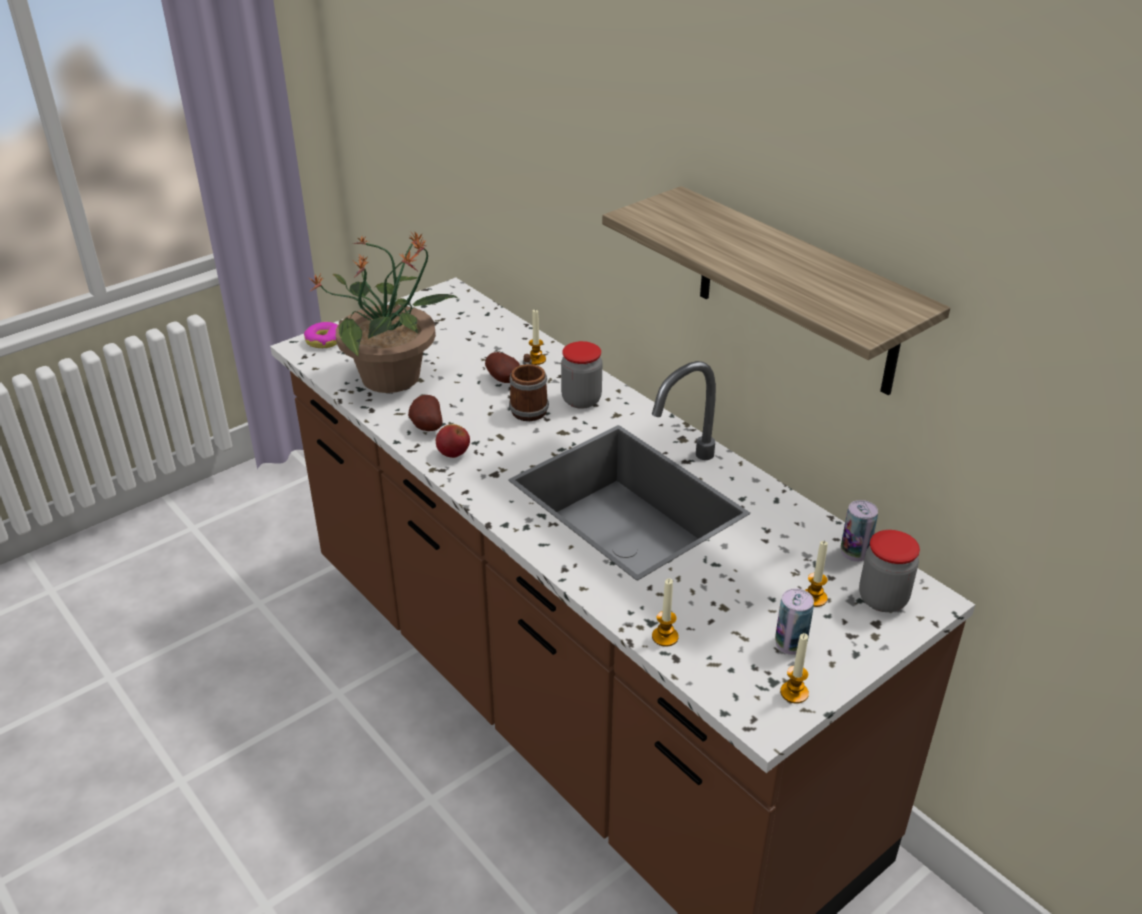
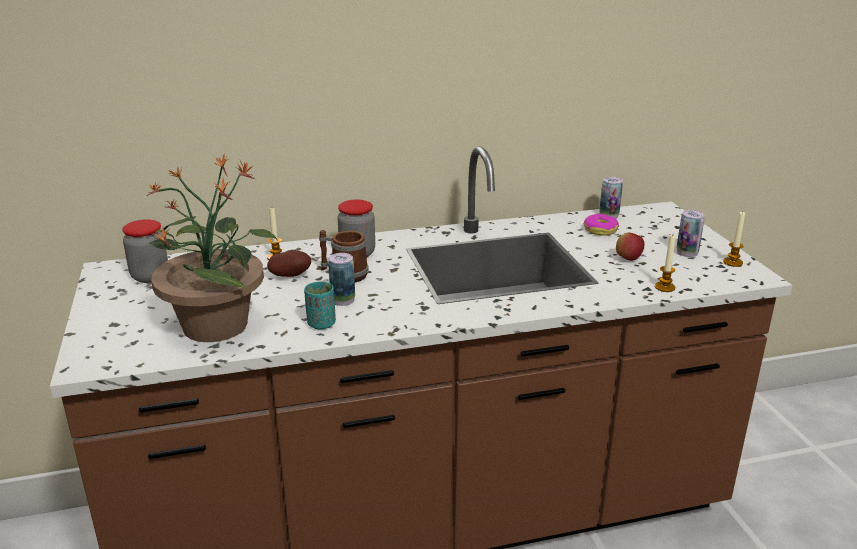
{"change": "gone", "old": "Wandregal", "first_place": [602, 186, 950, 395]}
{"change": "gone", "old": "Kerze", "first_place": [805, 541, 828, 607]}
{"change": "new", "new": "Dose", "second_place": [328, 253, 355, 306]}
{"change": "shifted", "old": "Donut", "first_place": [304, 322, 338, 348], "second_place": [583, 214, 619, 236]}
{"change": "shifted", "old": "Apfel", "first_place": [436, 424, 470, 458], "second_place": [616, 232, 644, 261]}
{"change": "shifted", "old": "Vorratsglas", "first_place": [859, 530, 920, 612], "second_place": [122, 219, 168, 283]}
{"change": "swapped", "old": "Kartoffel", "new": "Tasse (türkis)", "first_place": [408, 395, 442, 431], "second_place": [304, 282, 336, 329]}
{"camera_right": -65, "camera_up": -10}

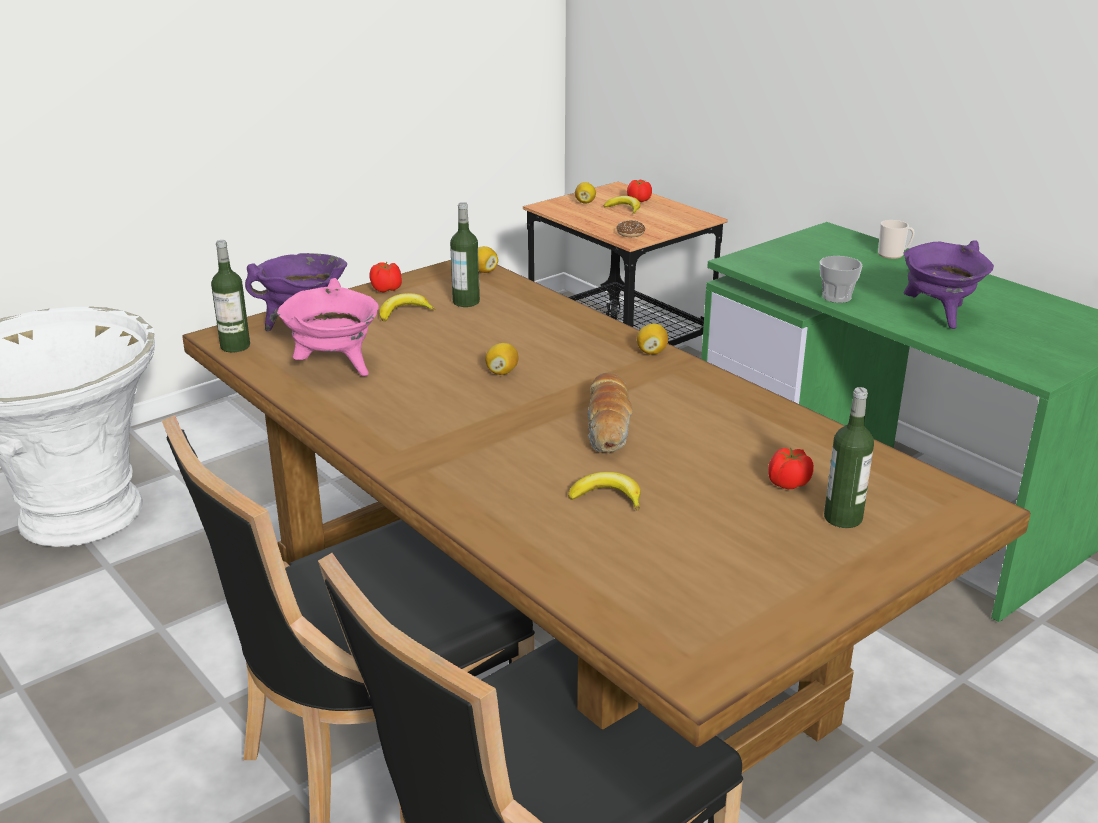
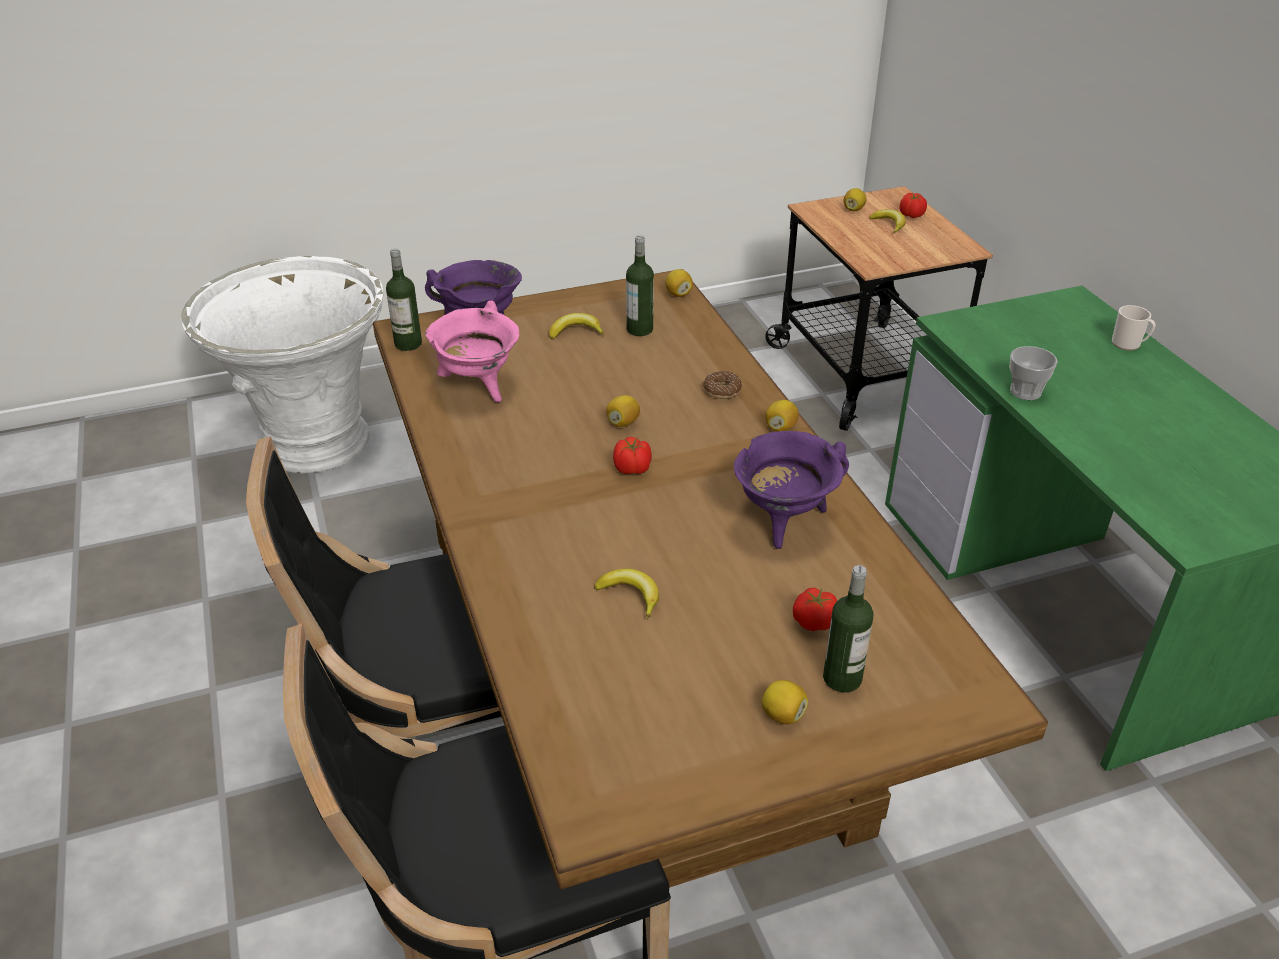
{"change": "gone", "old": "Brot", "first_place": [588, 373, 633, 453]}
{"change": "new", "new": "Zitrone", "second_place": [761, 680, 808, 724]}
{"change": "shifted", "old": "Tomate", "first_place": [369, 262, 402, 293], "second_place": [613, 437, 652, 474]}
{"change": "shifted", "old": "Donut", "first_place": [616, 220, 645, 237], "second_place": [703, 371, 742, 399]}
{"change": "shifted", "old": "Kochtopf (lila)", "first_place": [904, 240, 994, 329], "second_place": [734, 431, 849, 549]}
{"camera_right": 20, "camera_up": 10}

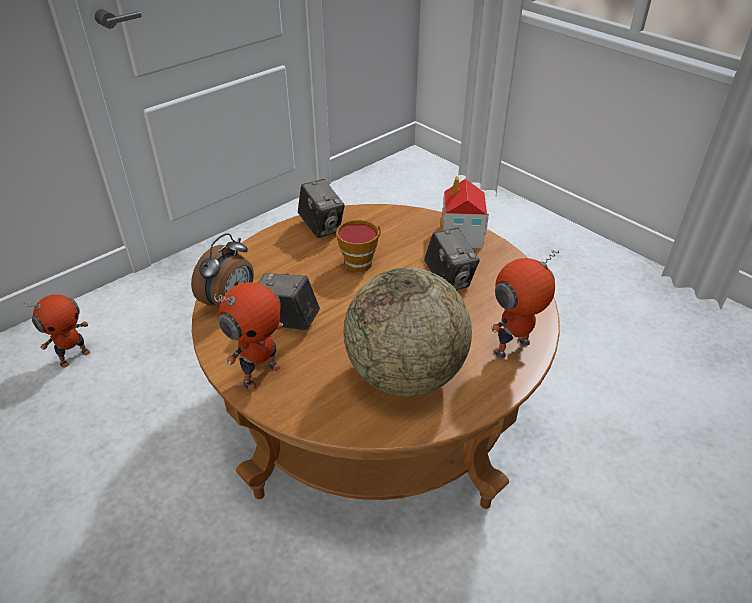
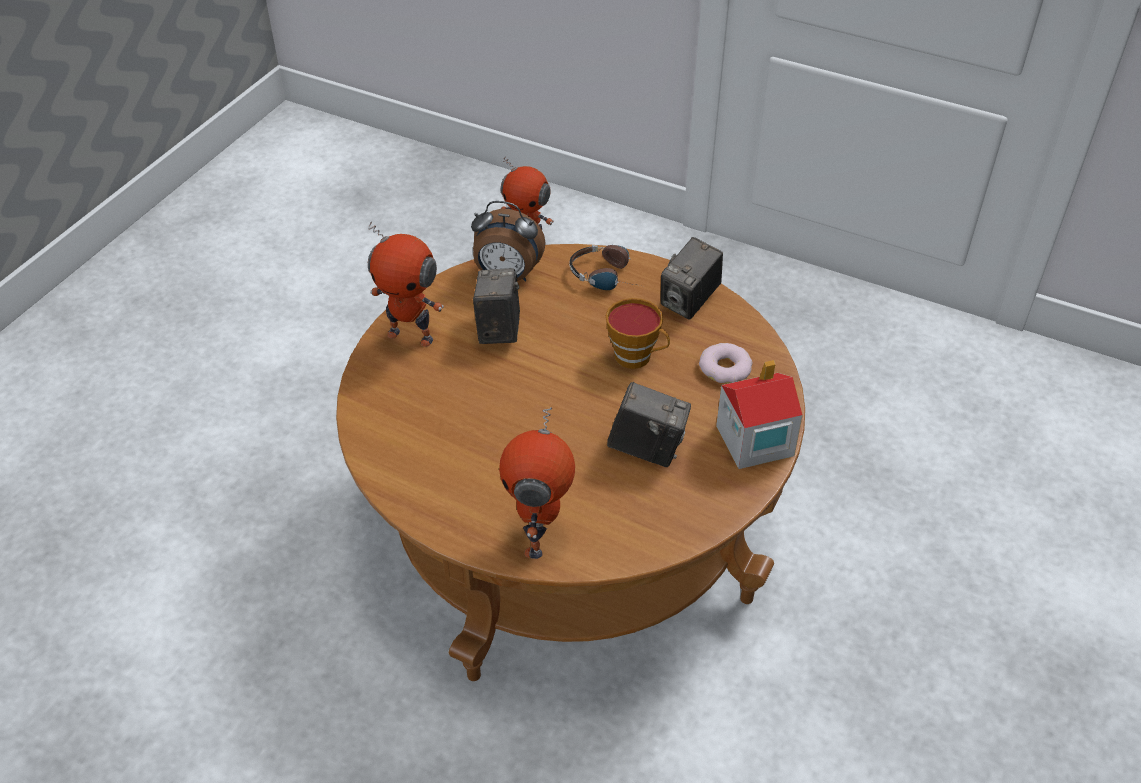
{"change": "gone", "old": "Globus", "first_place": [344, 267, 472, 396]}
{"change": "new", "new": "Kopfhörer", "second_place": [569, 245, 636, 290]}
{"change": "new", "new": "Donut", "second_place": [699, 343, 752, 383]}
{"change": "rotated", "old": "Kamera", "first_place": [424, 227, 480, 290], "second_place": [607, 382, 691, 467], "degrees": -120}
{"change": "rotated", "old": "Spielzeugroboter", "first_place": [491, 250, 559, 358], "second_place": [499, 407, 575, 559], "degrees": -120}
{"camera_right": 70, "camera_up": 5}

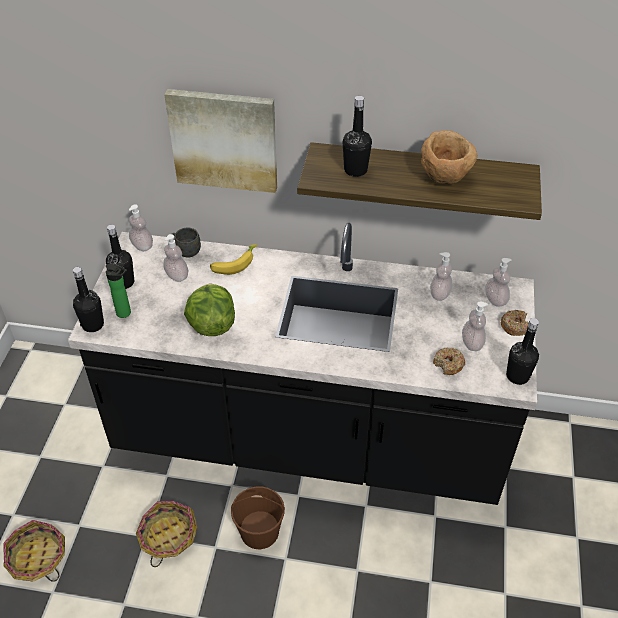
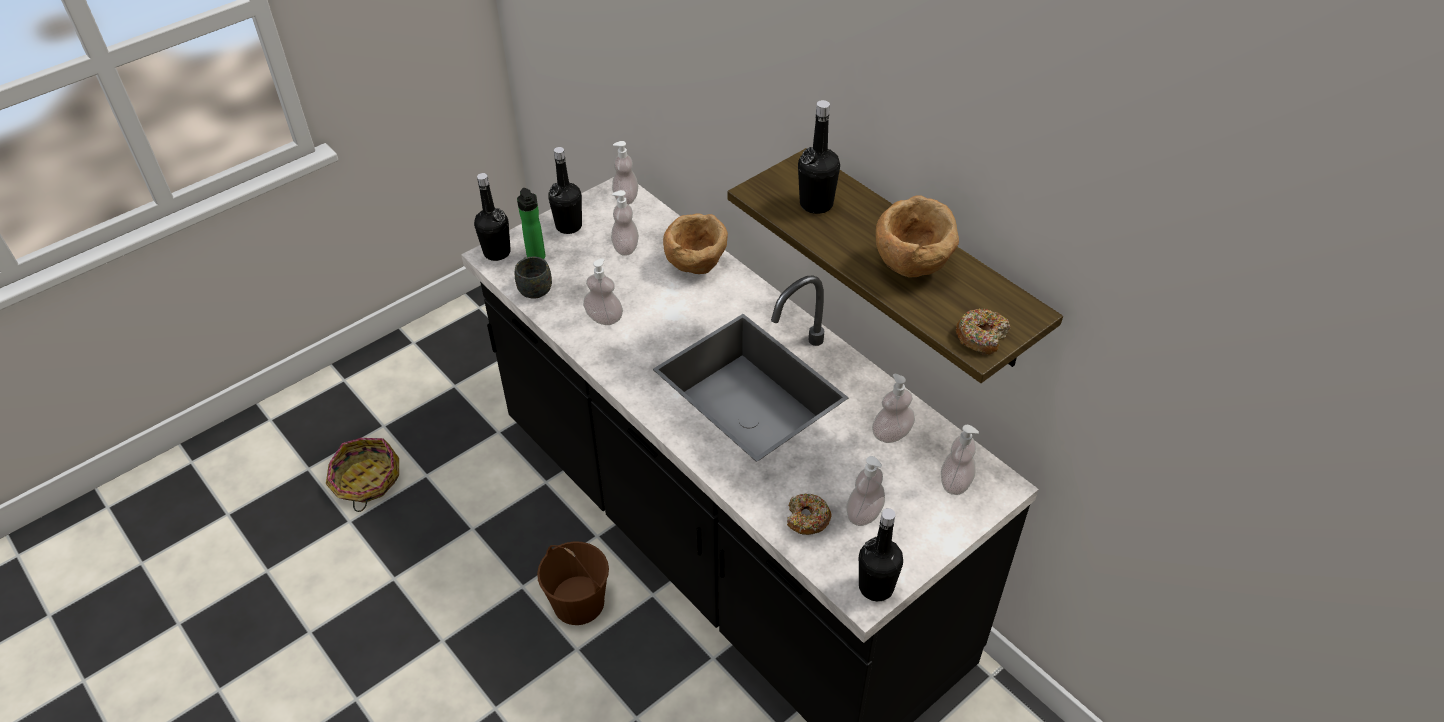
{"change": "gone", "old": "Korb", "first_place": [136, 501, 197, 567]}
{"change": "gone", "old": "Bild", "first_place": [164, 89, 277, 193]}
{"change": "shifted", "old": "Henkelbecher (grau)", "first_place": [172, 228, 201, 258], "second_place": [515, 257, 552, 299]}
{"change": "shifted", "old": "Donut", "first_place": [501, 310, 529, 336], "second_place": [956, 308, 1010, 355]}
{"change": "swapped", "old": "Salatkopf", "new": "Seifenspender", "first_place": [184, 284, 235, 336], "second_place": [583, 258, 623, 325]}
{"change": "swapped", "old": "Banane", "new": "Schüssel (braun)", "first_place": [210, 244, 257, 275], "second_place": [663, 213, 728, 274]}
{"camera_right": 40, "camera_up": 0}

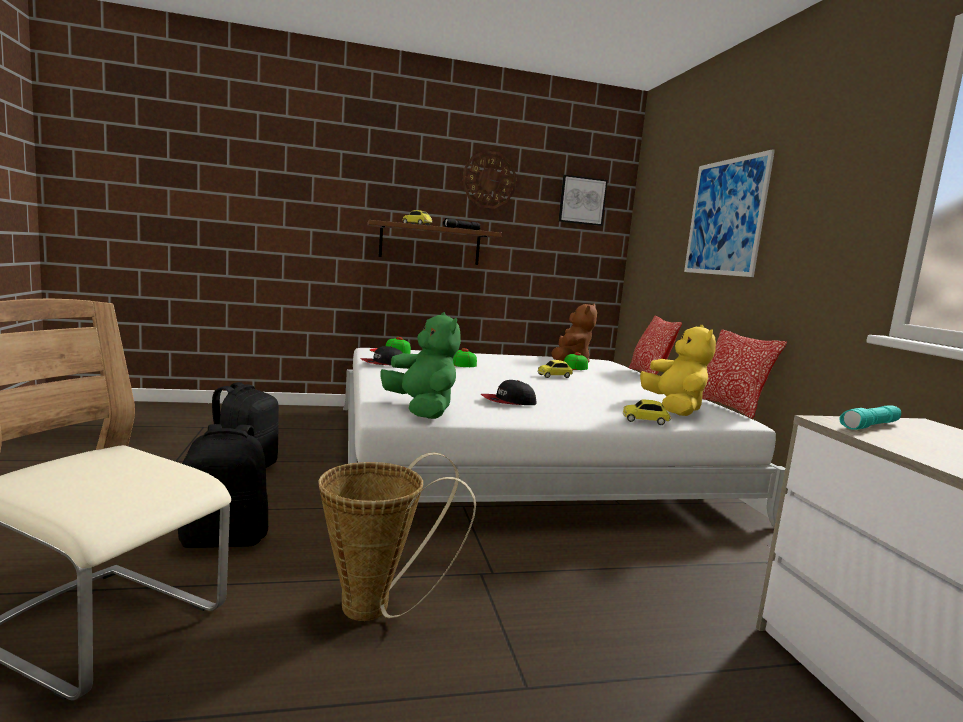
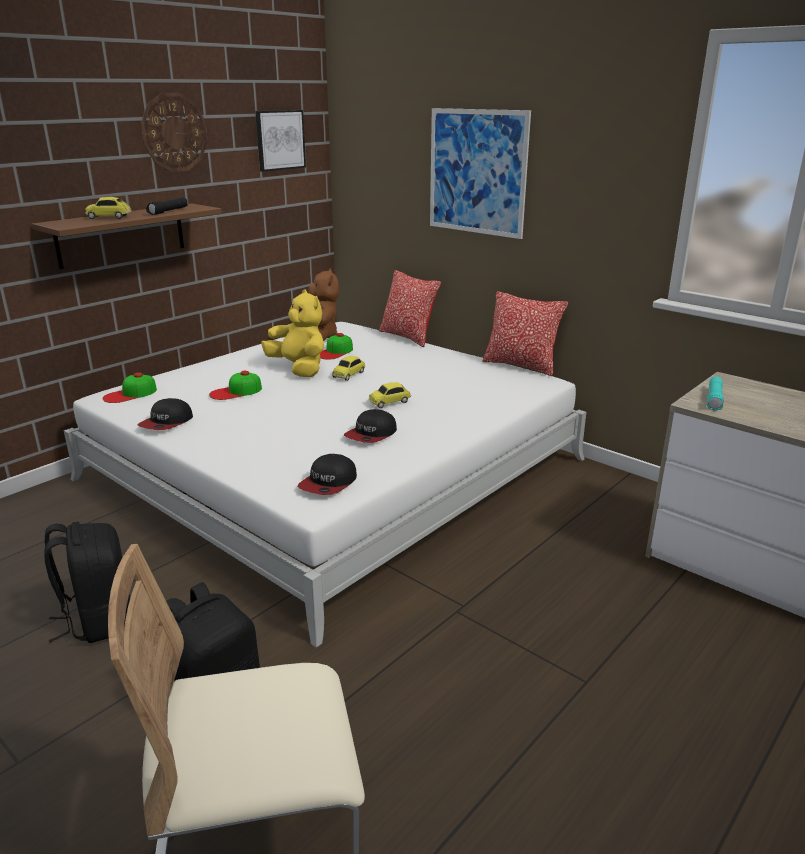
{"change": "gone", "old": "Korb", "first_place": [318, 452, 476, 621]}
{"change": "shifted", "old": "Spielzeugauto", "first_place": [623, 399, 671, 425], "second_place": [369, 382, 411, 408]}
{"change": "shifted", "old": "Plüschtier (gelb)", "first_place": [640, 325, 716, 416], "second_place": [261, 290, 324, 377]}
{"change": "swapped", "old": "Plüschtier (grün)", "new": "Kappe", "first_place": [380, 312, 461, 419], "second_place": [298, 454, 357, 495]}
{"camera_right": -35, "camera_up": 15}

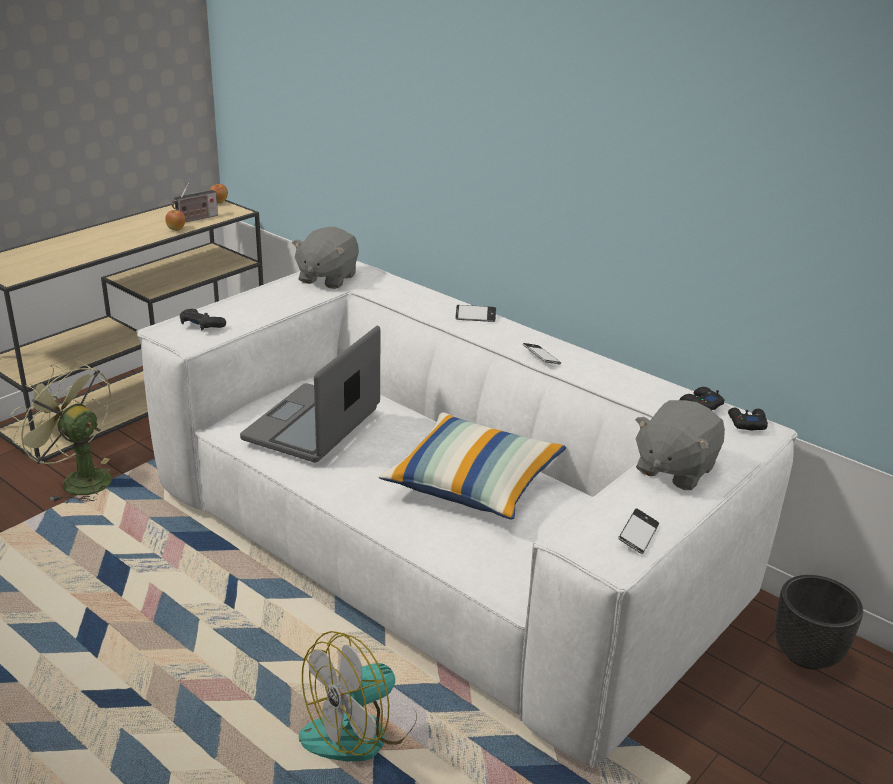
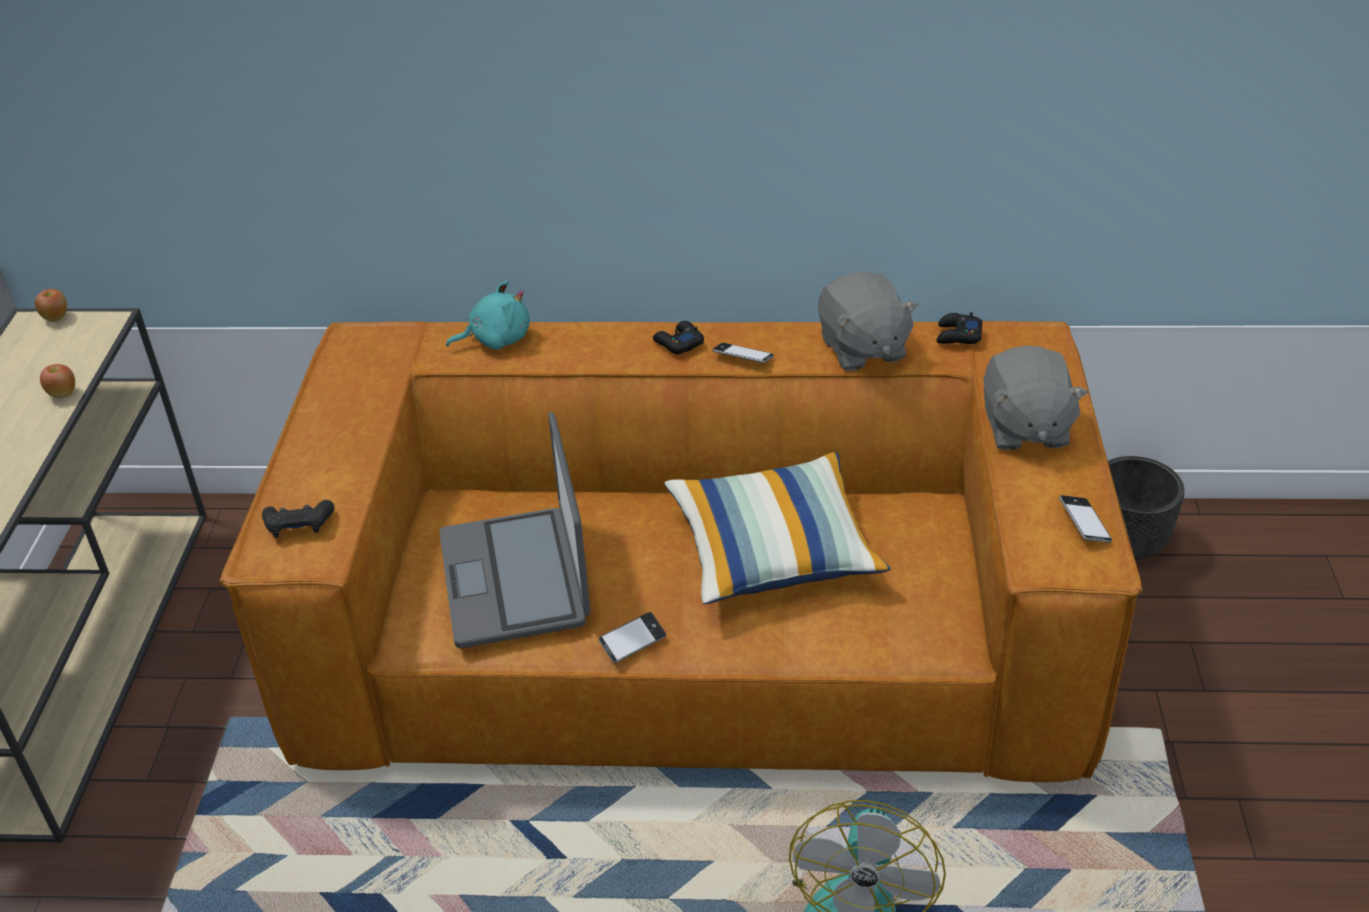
{"change": "gone", "old": "Ventilator (grün)", "first_place": [10, 361, 112, 503]}
{"change": "gone", "old": "Radio", "first_place": [172, 182, 218, 222]}
{"change": "new", "new": "Plüschtier (türkis)", "second_place": [446, 281, 530, 350]}
{"change": "shifted", "old": "Plüschtier (grau)", "first_place": [292, 227, 359, 289], "second_place": [818, 272, 918, 371]}
{"change": "shifted", "old": "Handy", "first_place": [455, 305, 496, 322], "second_place": [598, 612, 666, 663]}
{"change": "shifted", "old": "Gamepad (schwarz)", "first_place": [728, 408, 768, 431], "second_place": [653, 321, 704, 354]}
{"change": "repainted", "old": "Sofa (weiß)", "new": "Sofa (braun)", "first_place": [136, 261, 798, 768], "second_place": [220, 321, 1142, 782]}
{"camera_right": -35, "camera_up": 10}

